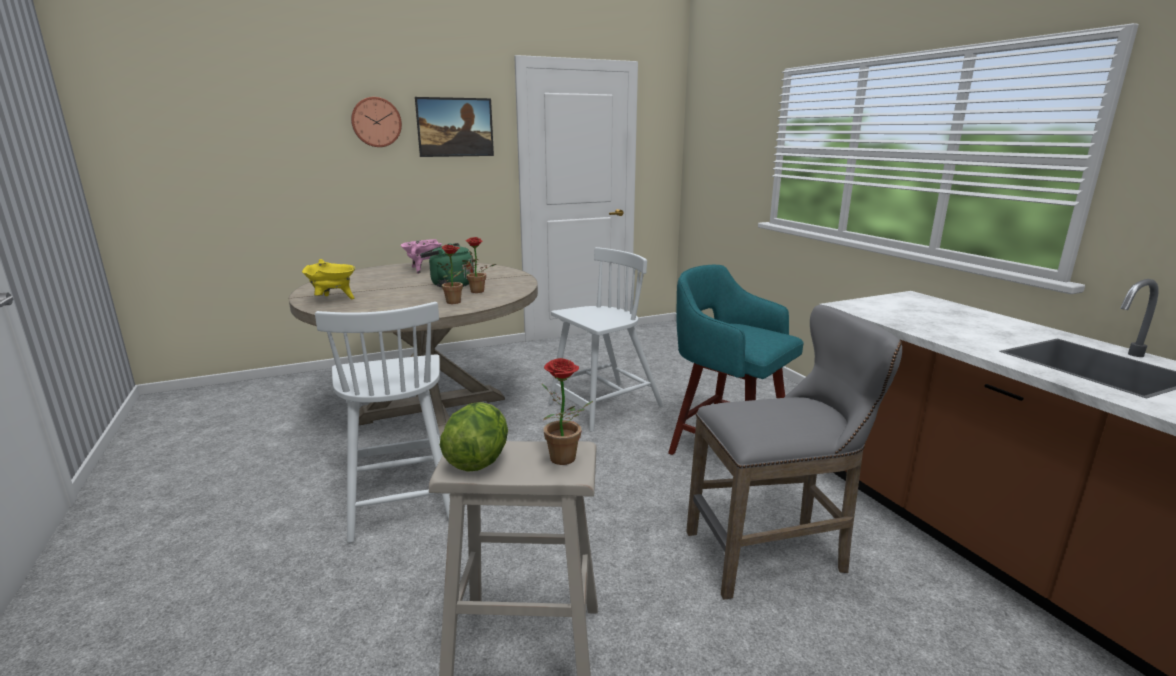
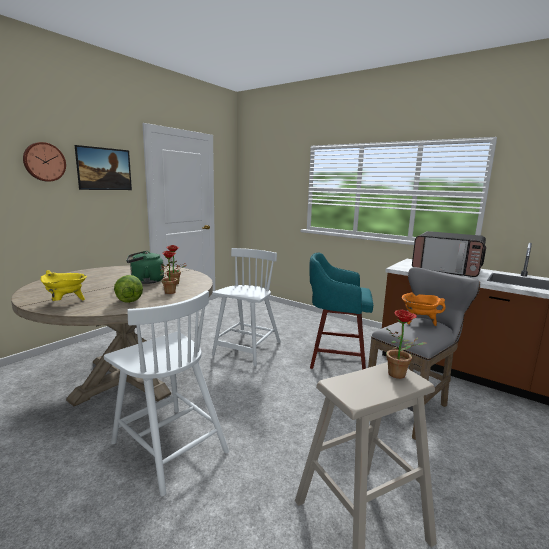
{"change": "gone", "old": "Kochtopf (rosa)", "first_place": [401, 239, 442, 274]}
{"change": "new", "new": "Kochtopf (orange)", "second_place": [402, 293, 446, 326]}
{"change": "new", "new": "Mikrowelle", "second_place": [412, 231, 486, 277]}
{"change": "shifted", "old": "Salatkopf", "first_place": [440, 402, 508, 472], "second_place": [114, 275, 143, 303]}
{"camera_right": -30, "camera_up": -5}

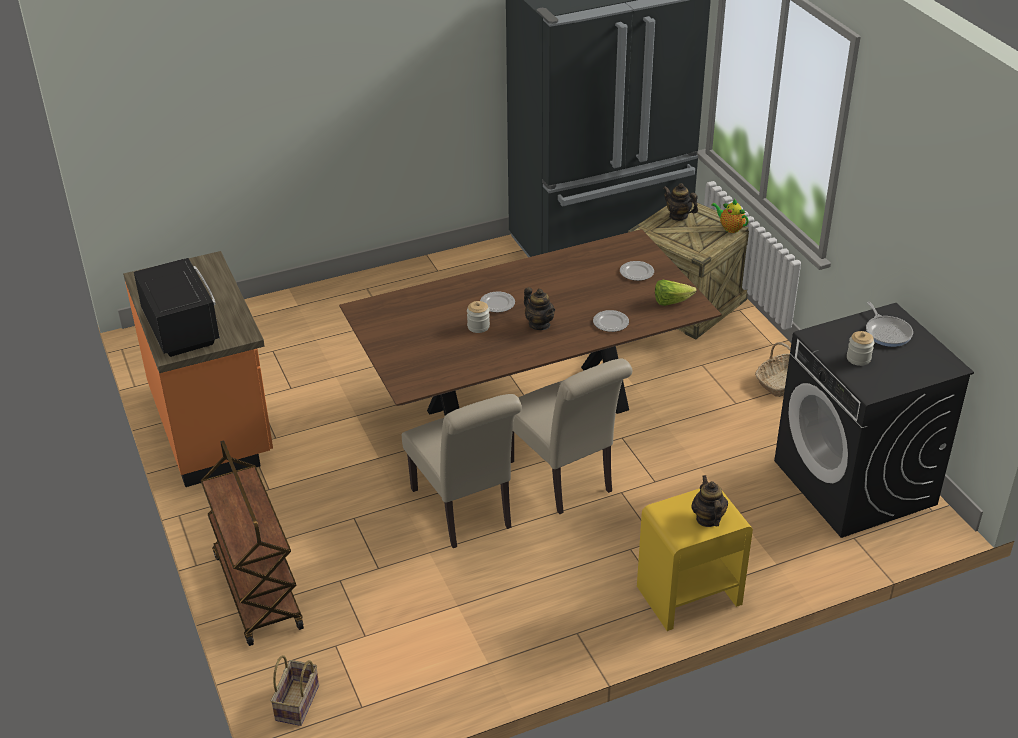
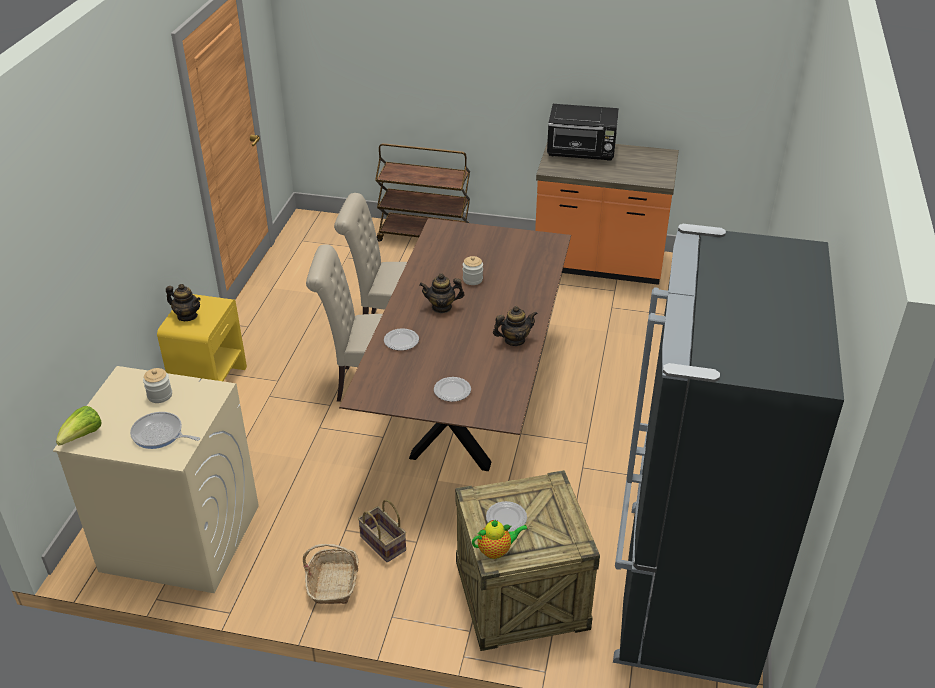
{"change": "shifted", "old": "Korb", "first_place": [270, 655, 319, 726], "second_place": [358, 499, 406, 562]}
{"change": "shifted", "old": "Teller", "first_place": [480, 291, 515, 312], "second_place": [486, 501, 527, 532]}
{"change": "shifted", "old": "Salatkopf", "first_place": [655, 280, 697, 306], "second_place": [56, 406, 102, 446]}
{"change": "shifted", "old": "Teekanne", "first_place": [663, 183, 698, 221], "second_place": [493, 306, 538, 346]}
{"change": "repainted", "old": "Waschmaschine (schwarz)", "new": "Waschmaschine (beige)", "first_place": [774, 303, 974, 538], "second_place": [53, 366, 259, 593]}
{"camera_right": 125, "camera_up": 0}

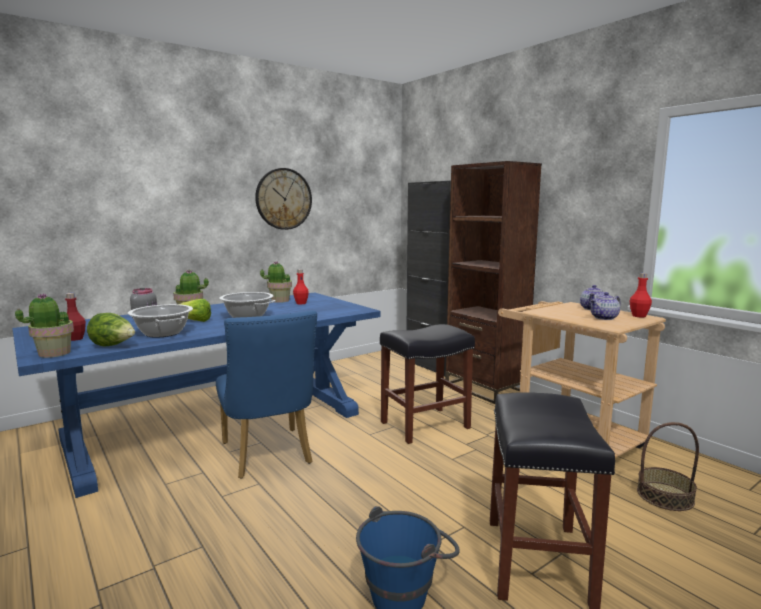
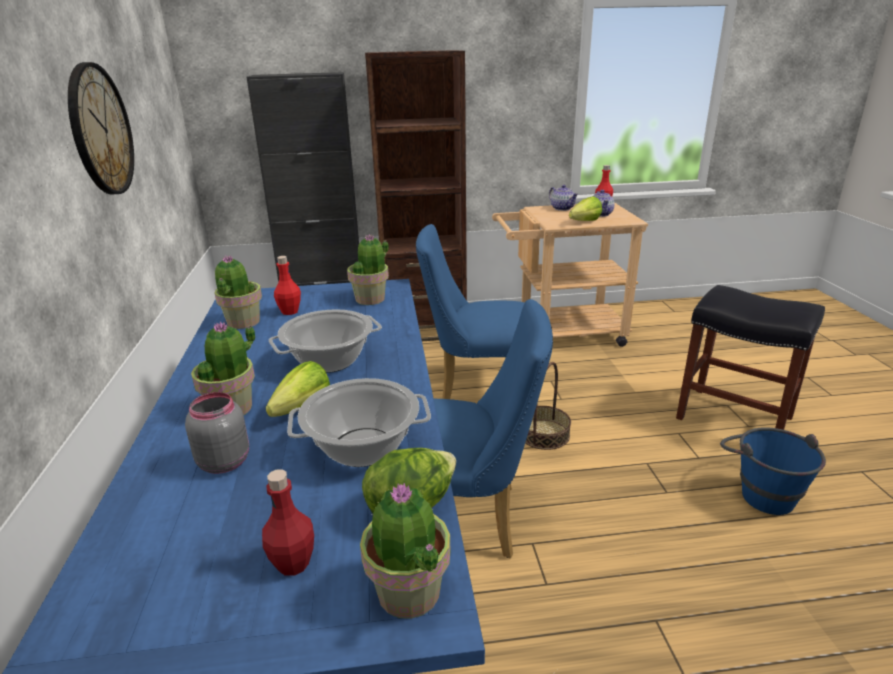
{"change": "new", "new": "Topfpflanze", "second_place": [347, 234, 389, 305]}
{"change": "new", "new": "Salatkopf", "second_place": [569, 196, 602, 221]}
{"change": "shifted", "old": "Korb", "first_place": [637, 422, 699, 511], "second_place": [525, 362, 571, 450]}
{"change": "swapped", "old": "Hocker (schwarz)", "new": "Stuhl (blau)", "first_place": [380, 324, 475, 444], "second_place": [416, 224, 525, 399]}
{"camera_right": -60, "camera_up": 15}

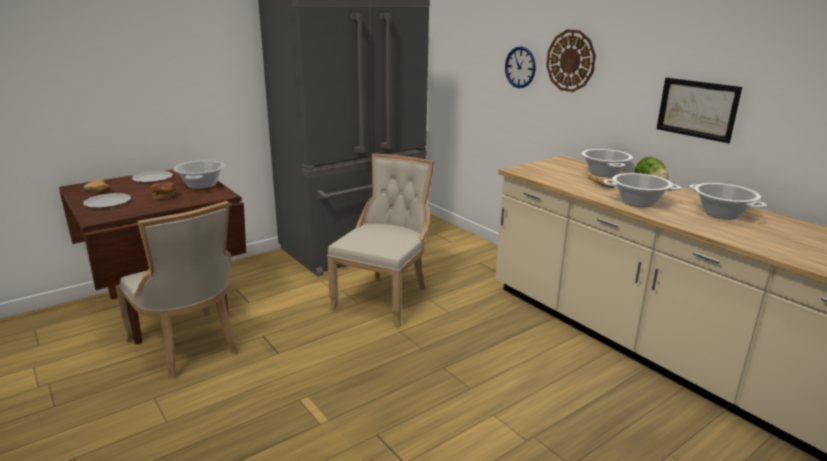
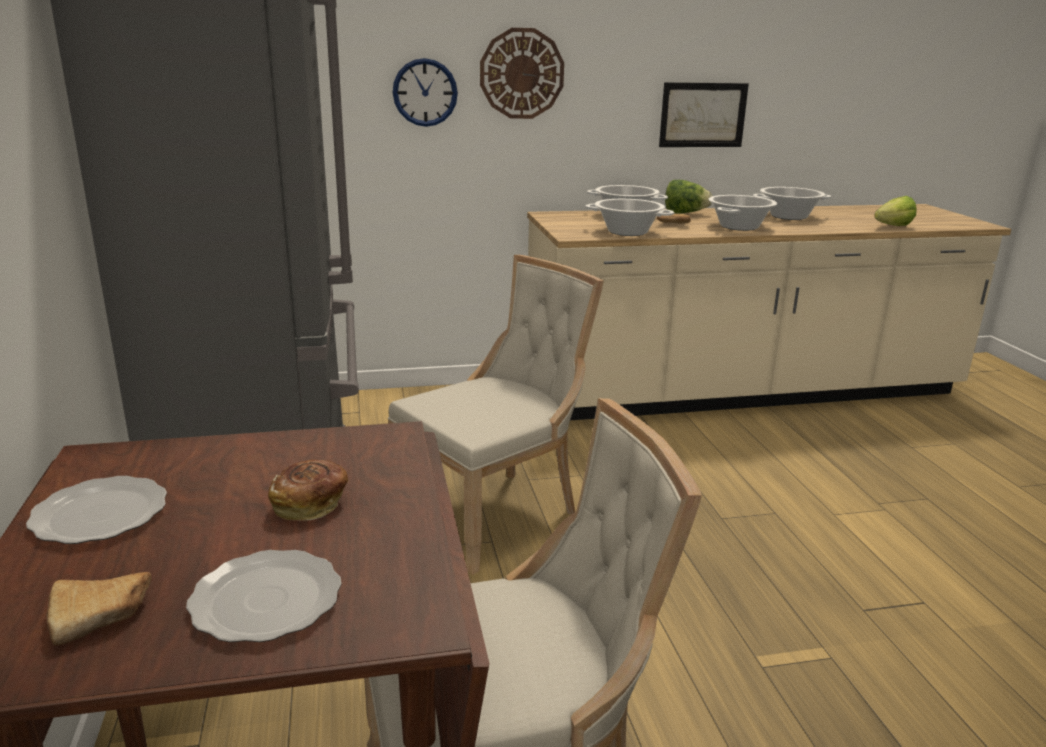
{"change": "new", "new": "Salatkopf", "second_place": [874, 196, 917, 226]}
{"change": "shifted", "old": "Kochtopf", "first_place": [173, 160, 225, 189], "second_place": [586, 199, 674, 236]}
{"change": "rotated", "old": "Stuhl (beige)", "first_place": [327, 153, 434, 328], "second_place": [388, 255, 604, 575], "degrees": 90}
{"camera_right": -65, "camera_up": 0}

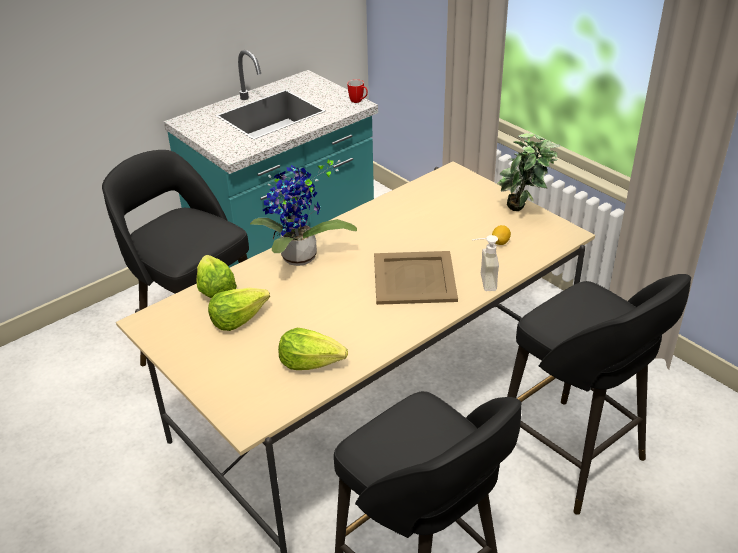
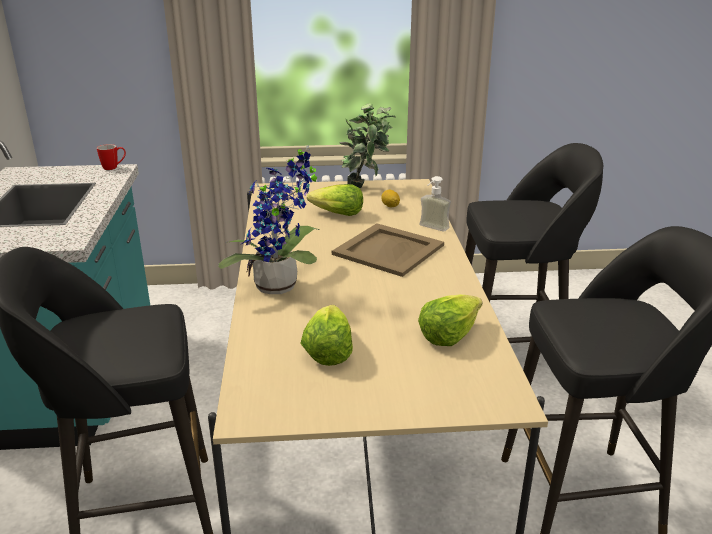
{"change": "shifted", "old": "Salatkopf", "first_place": [196, 255, 237, 298], "second_place": [307, 184, 363, 216]}
{"camera_right": -55, "camera_up": -10}

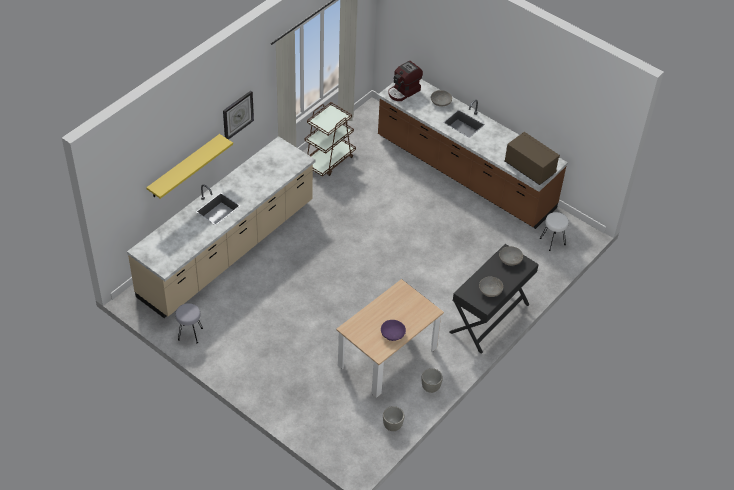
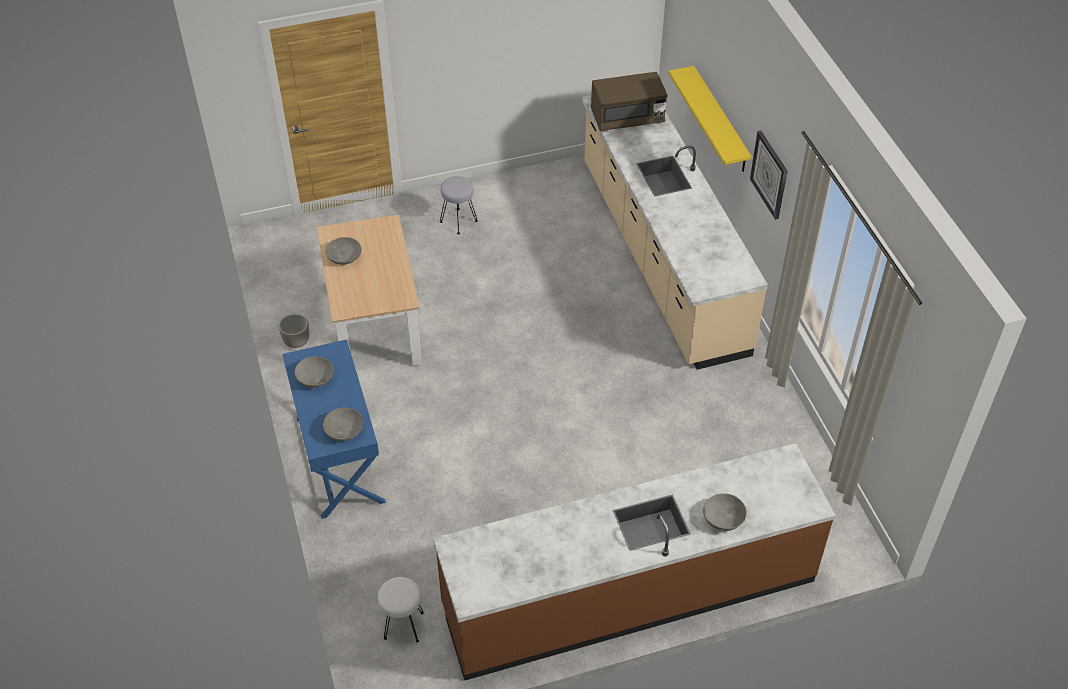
{"change": "gone", "old": "Rollwagen (braun)", "first_place": [305, 102, 356, 177]}
{"change": "gone", "old": "Pflanzkübel (grau)", "first_place": [383, 406, 404, 431]}
{"change": "gone", "old": "Kaffeemaschine", "first_place": [388, 61, 423, 101]}
{"change": "shifted", "old": "Hocker (grau)", "first_place": [175, 303, 203, 343], "second_place": [440, 176, 478, 234]}
{"change": "shifted", "old": "Mikrowelle (braun)", "first_place": [505, 132, 560, 185], "second_place": [591, 72, 668, 131]}
{"change": "repainted", "old": "Schüssel (lila)", "new": "Schüssel (grau)", "first_place": [381, 320, 406, 341], "second_place": [325, 237, 362, 265]}
{"change": "repainted", "old": "Schreibtisch (schwarz)", "new": "Schreibtisch (blau)", "first_place": [450, 244, 539, 354], "second_place": [283, 339, 386, 519]}
{"camera_right": 125, "camera_up": 0}

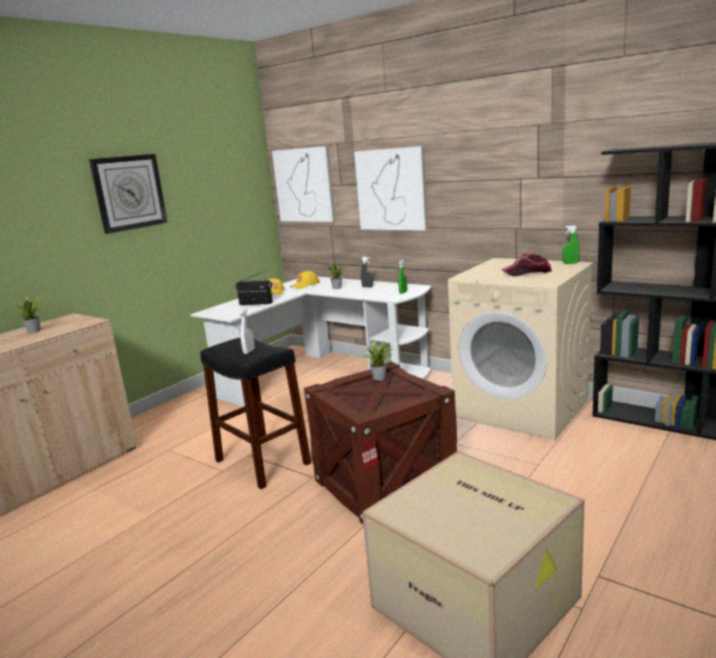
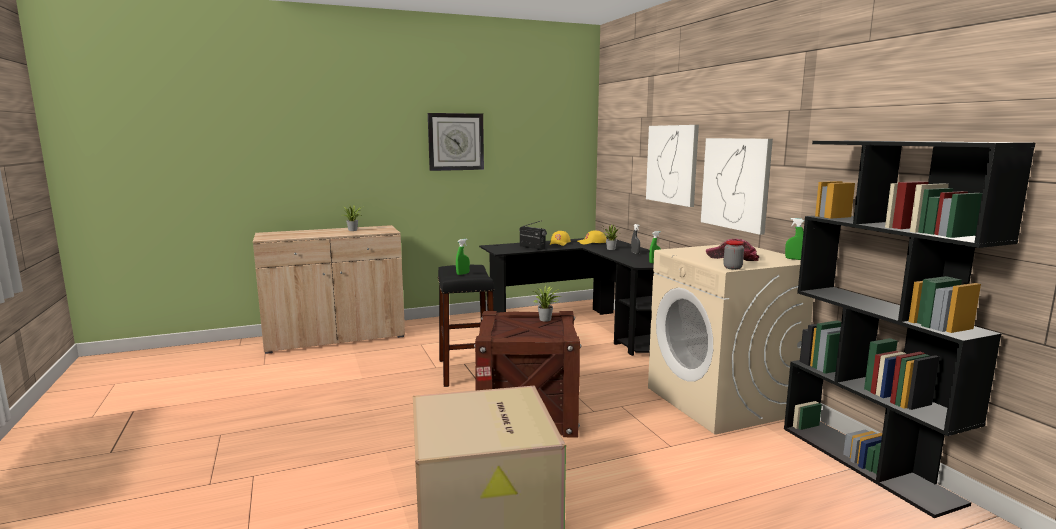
{"change": "new", "new": "Vorratsglas", "second_place": [723, 240, 744, 270]}
{"change": "shifted", "old": "Bild", "first_place": [272, 146, 336, 222], "second_place": [701, 138, 773, 235]}
{"change": "repainted", "old": "Schreibtisch (weiß)", "new": "Schreibtisch (schwarz)", "first_place": [190, 277, 431, 406], "second_place": [479, 237, 654, 356]}
{"change": "repainted", "old": "Sprühflasche (weiß)", "new": "Sprühflasche (grün)", "first_place": [239, 309, 254, 354], "second_place": [456, 239, 470, 275]}
{"camera_right": 30, "camera_up": -5}

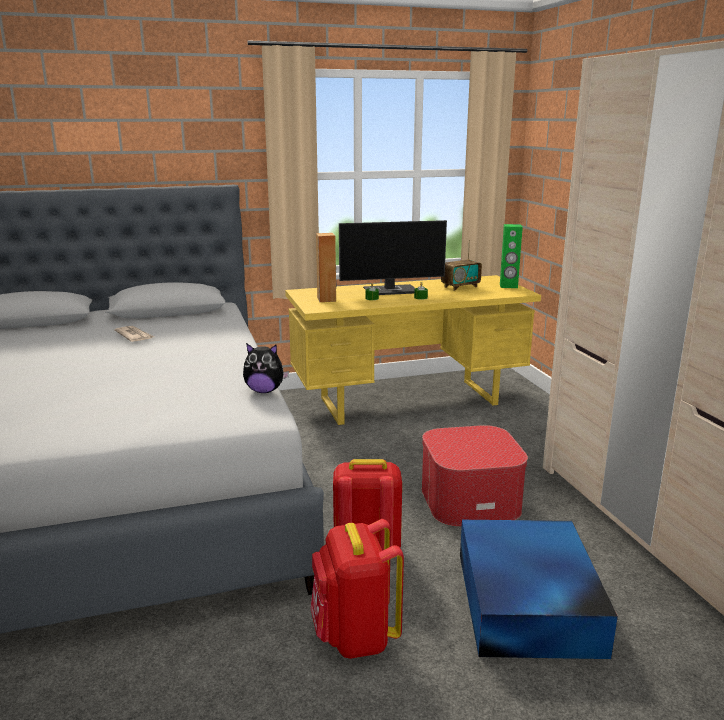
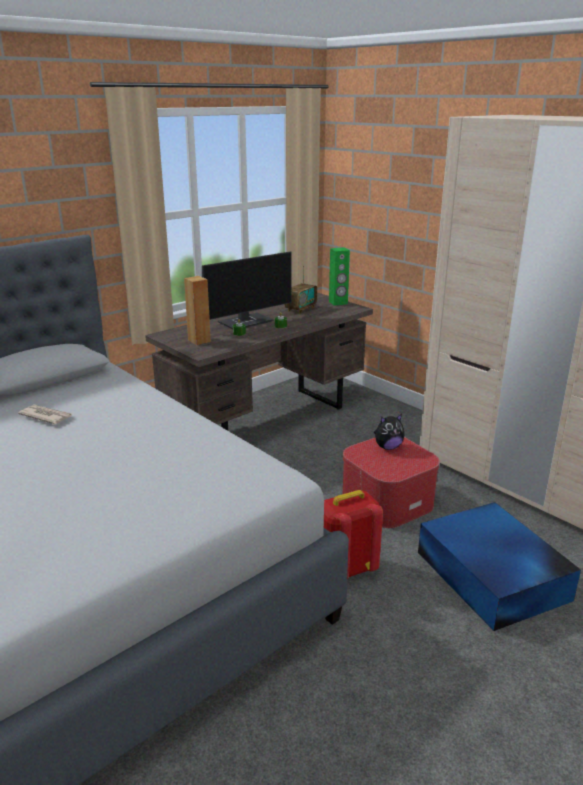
{"change": "gone", "old": "Rucksack (rot)", "first_place": [311, 519, 404, 659]}
{"change": "shifted", "old": "Plüschtier", "first_place": [243, 343, 289, 393], "second_place": [374, 414, 405, 450]}
{"change": "repainted", "old": "Schreibtisch (gelb)", "new": "Schreibtisch (braun)", "first_place": [285, 275, 541, 425], "second_place": [145, 292, 373, 431]}
{"camera_right": -25, "camera_up": 5}

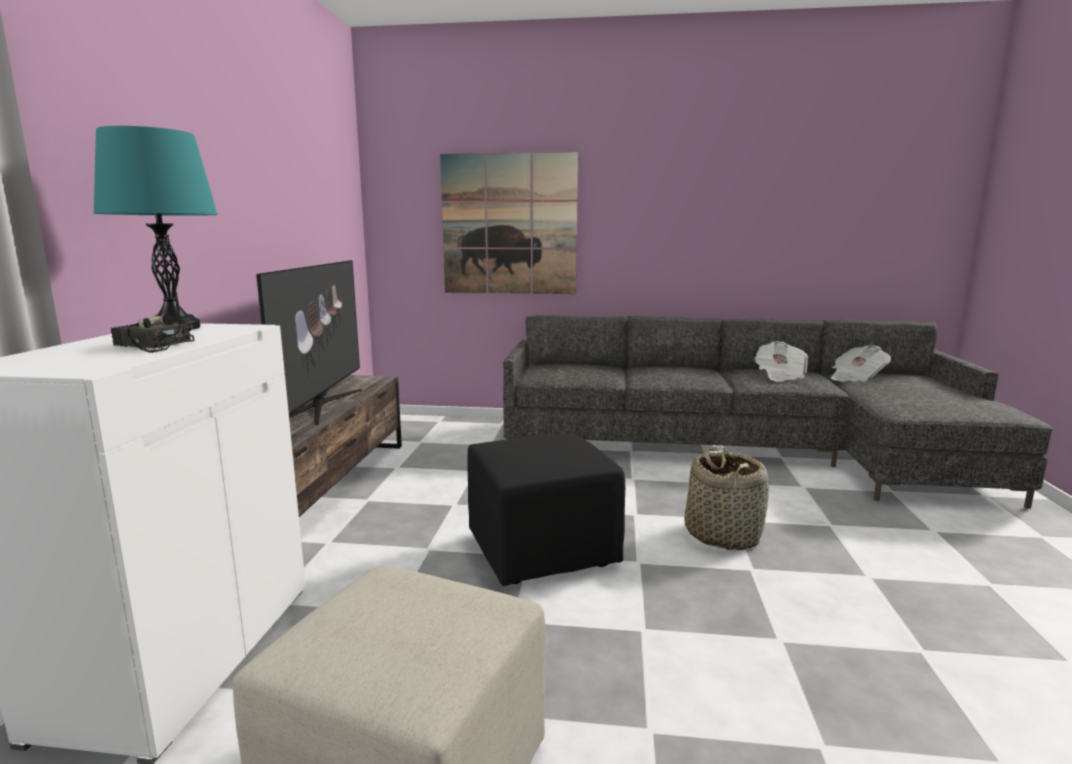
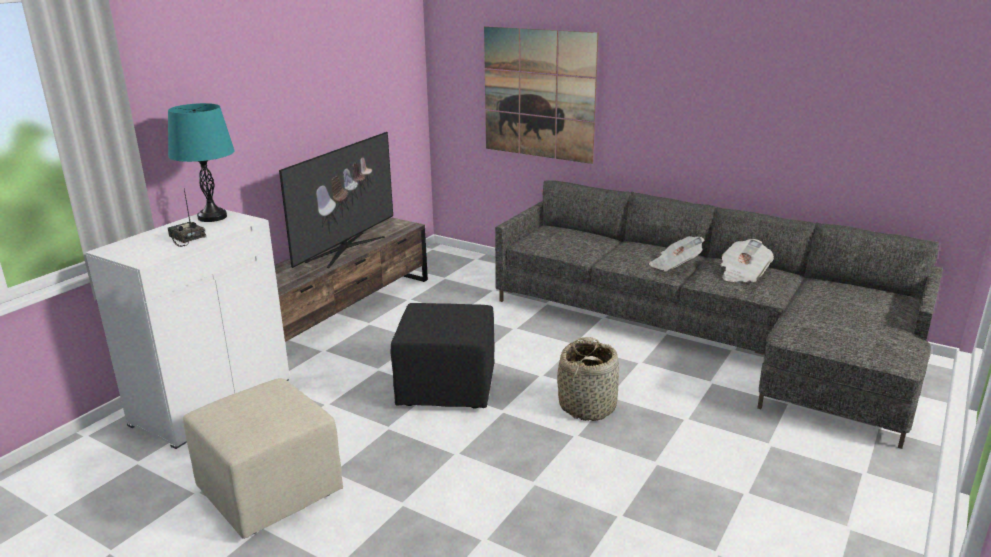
{"change": "shifted", "old": "Zeitung", "first_place": [831, 345, 891, 382], "second_place": [649, 236, 705, 272]}
{"camera_right": 25, "camera_up": 10}

